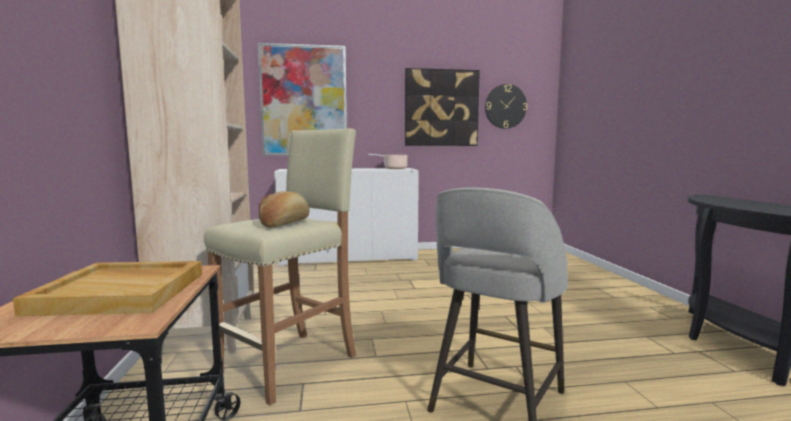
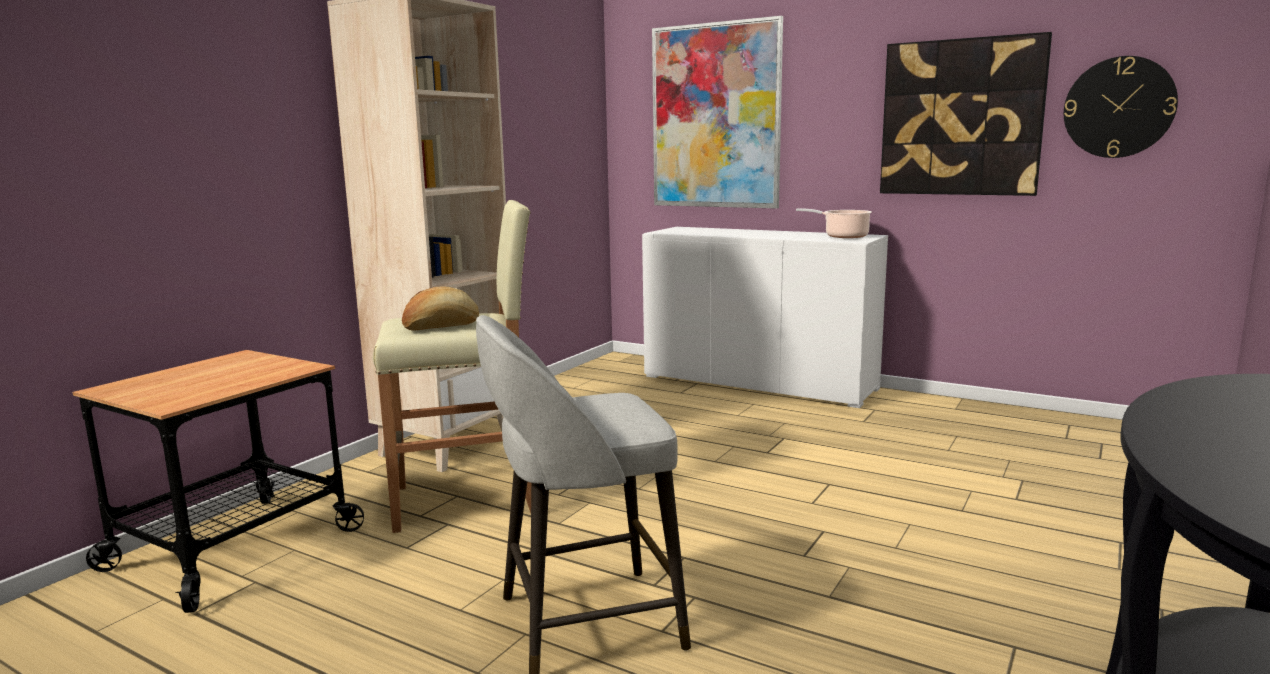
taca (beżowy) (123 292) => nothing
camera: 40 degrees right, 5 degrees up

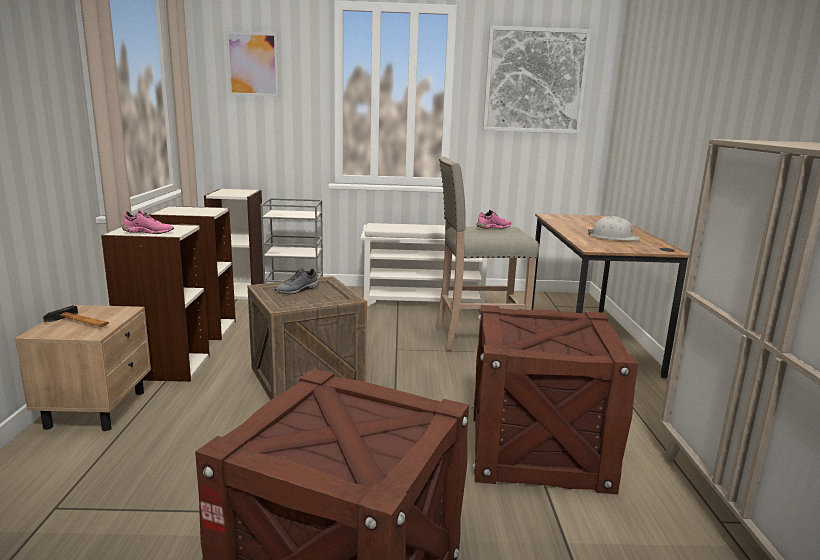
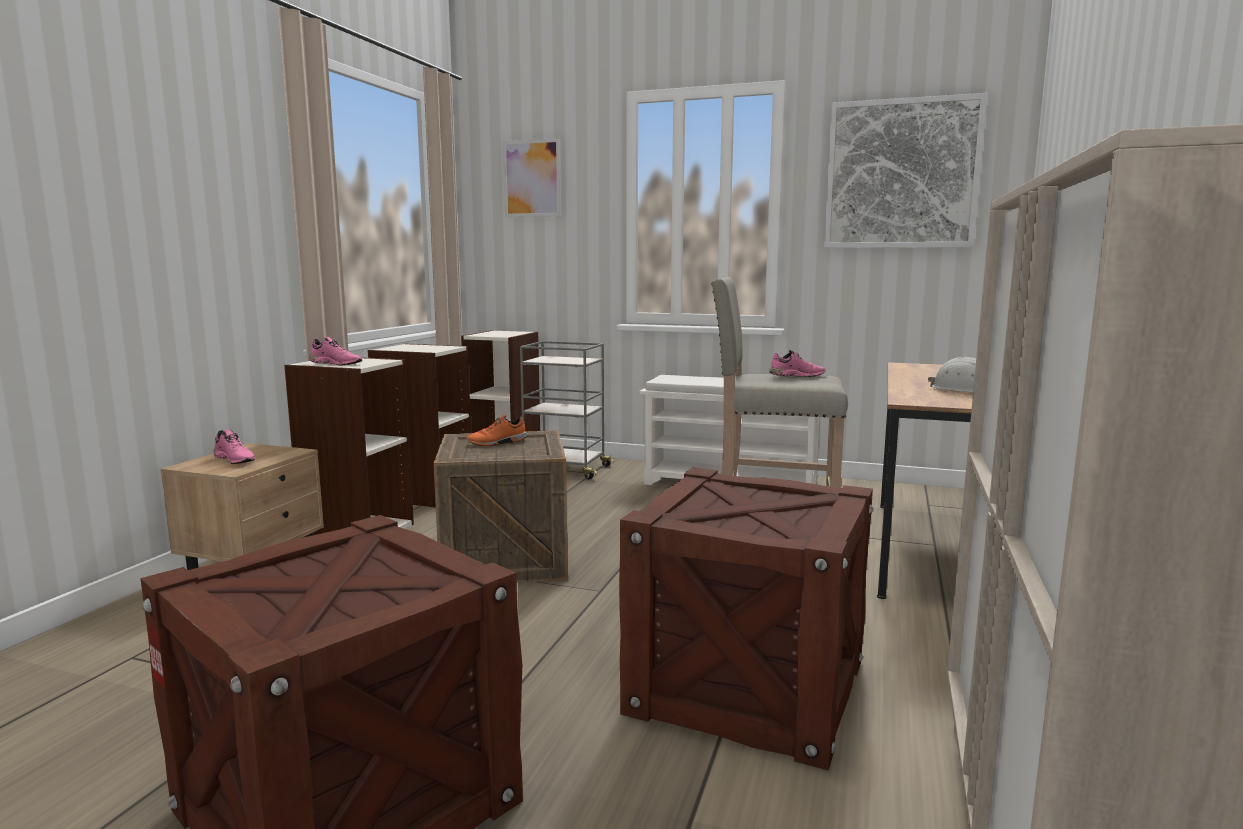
młotek (80 323) => but (różowy) (235 459)
but (szary) (297 290) => but (pomarańczowy) (497 443)
camera: 20 degrees right, 5 degrees down

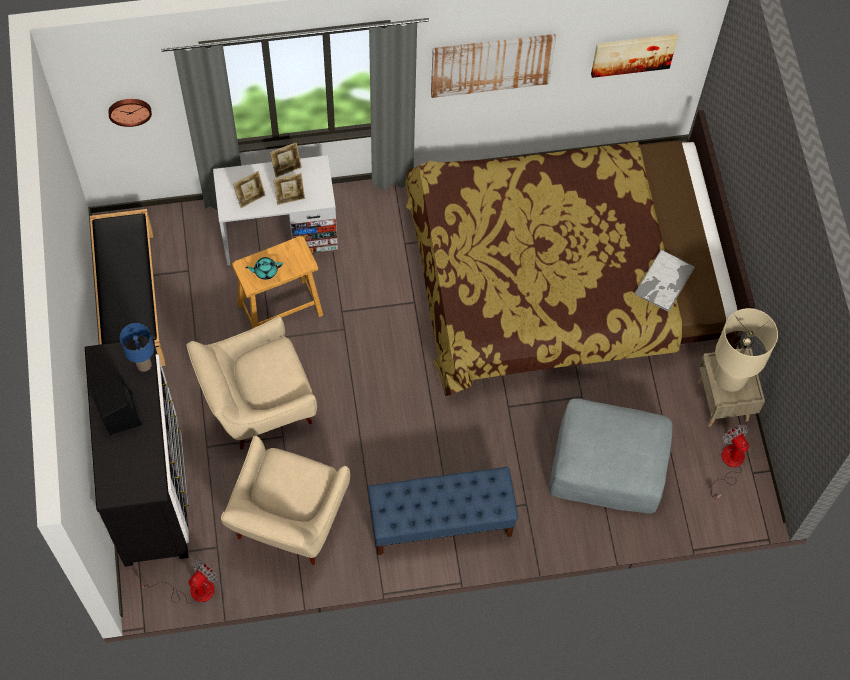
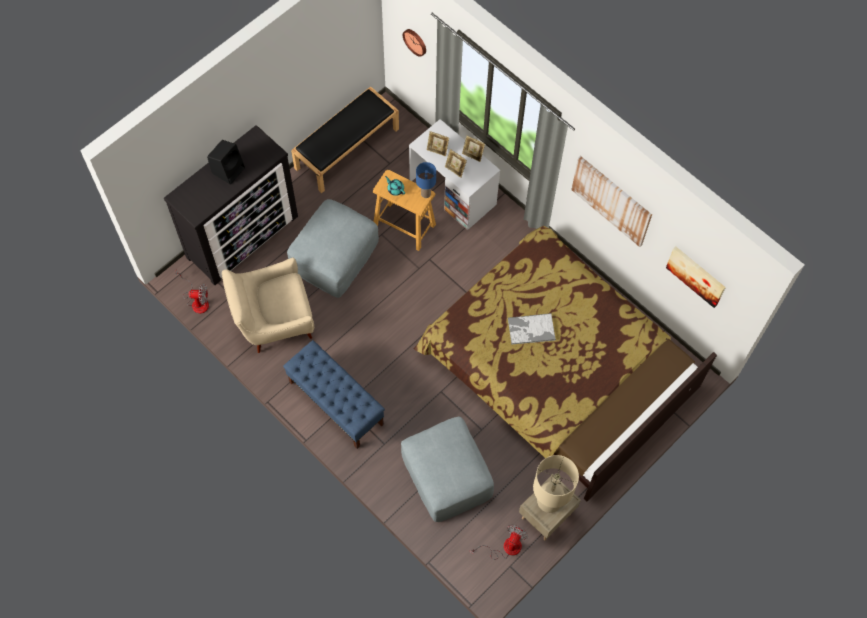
lampa stołowa (niebieski) (143 364) => lampa stołowa (niebieski) (425 193), moved
fotel (beżowy) (257 404) => pufa (szary) (334 255)
taca (664 281) => taca (531 329), moved
camera: 55 degrees right, 0 degrees up

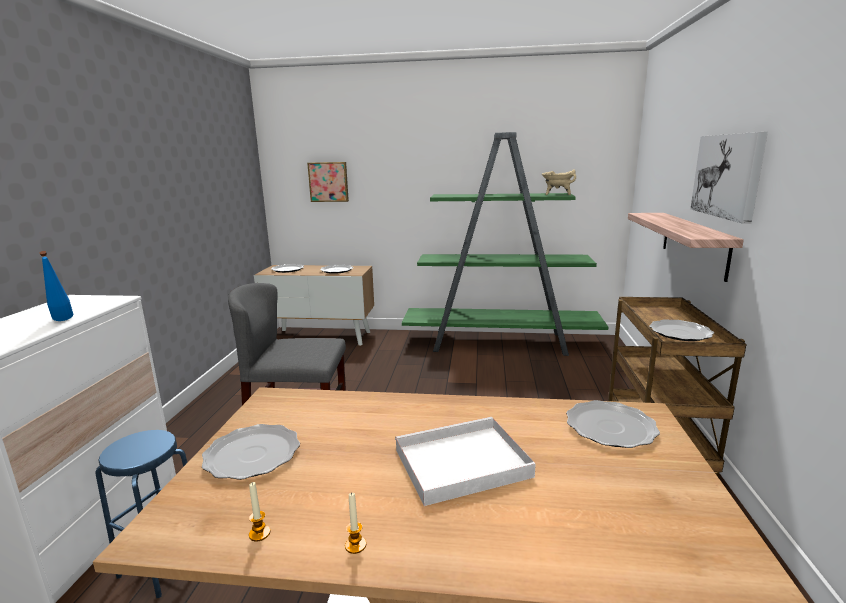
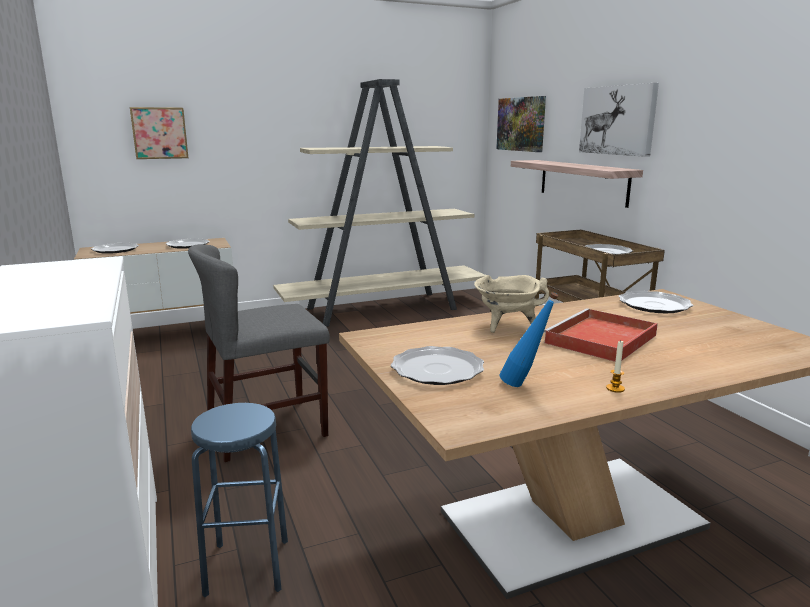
butelka (niebieski) (62 321) => butelka (niebieski) (524 386), moved
świeca (259 533) => nothing
taca (biały) (459 464) => taca (czerwony) (600 340)
regał (zielony) (501 343) => regał (beżowy) (384 309)
garnek (beżowy) (557 194) => garnek (beżowy) (507 326), moved
nothing => obraz (521 124)
camera: 30 degrees left, 0 degrees up

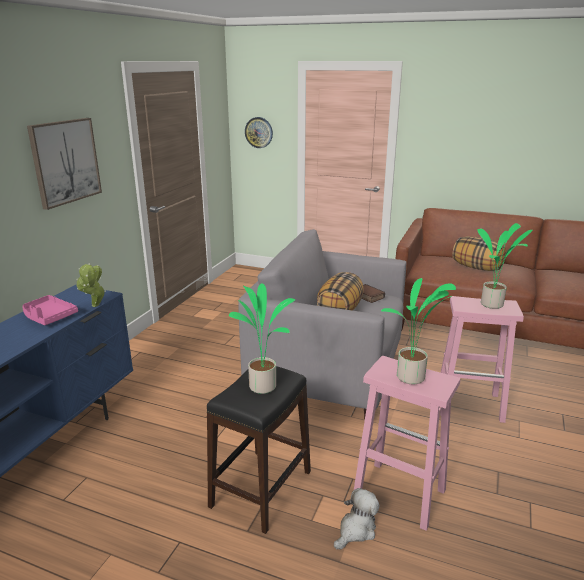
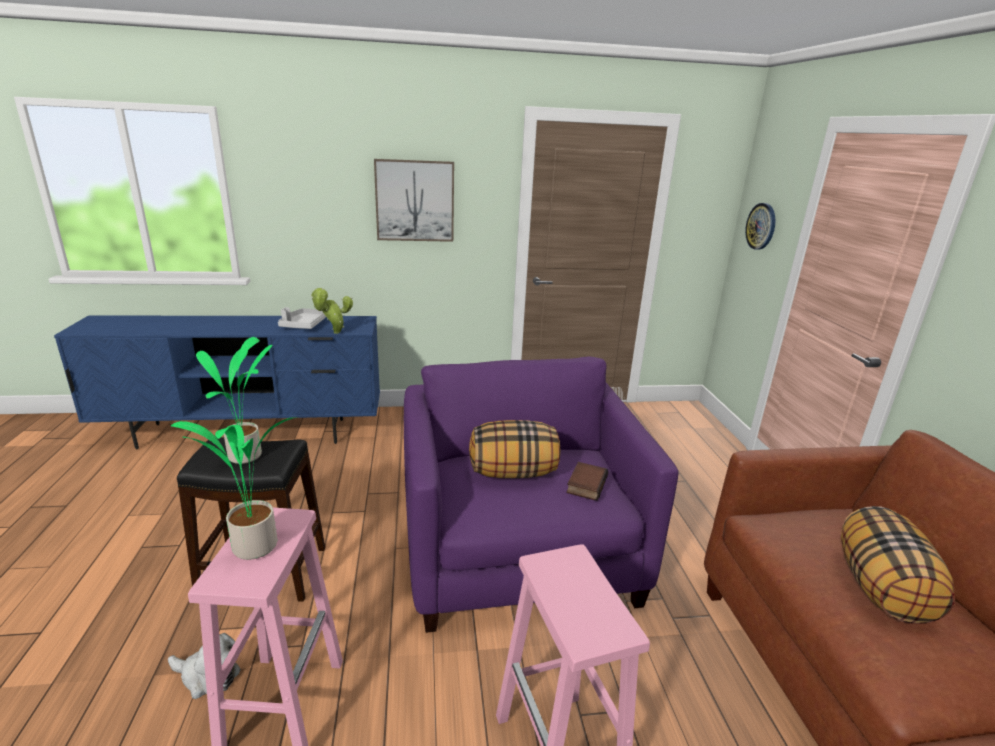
taca (różowy) (48 317) => taca (szary) (304 325)
fotel (szary) (328 372) => fotel (fioletowy) (518 553)
roślina doniczkowa (493 305) => nothing
camera: 60 degrees right, 0 degrees up

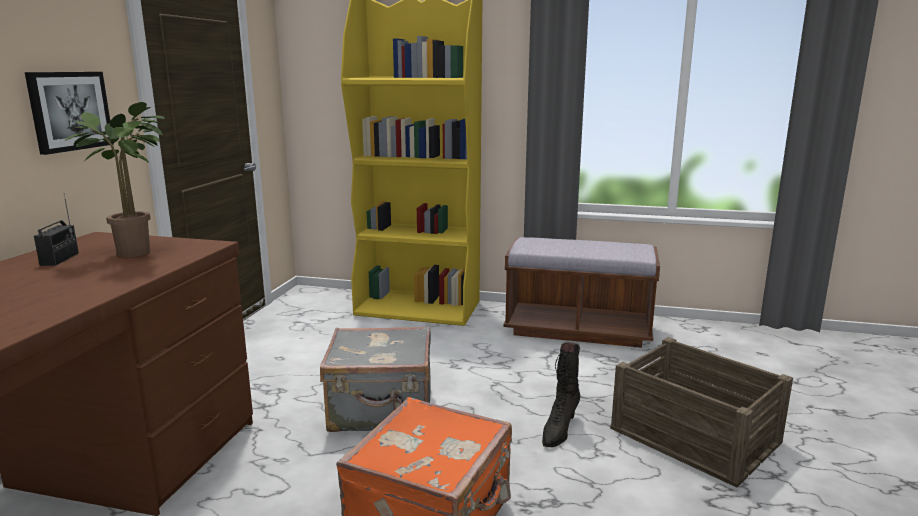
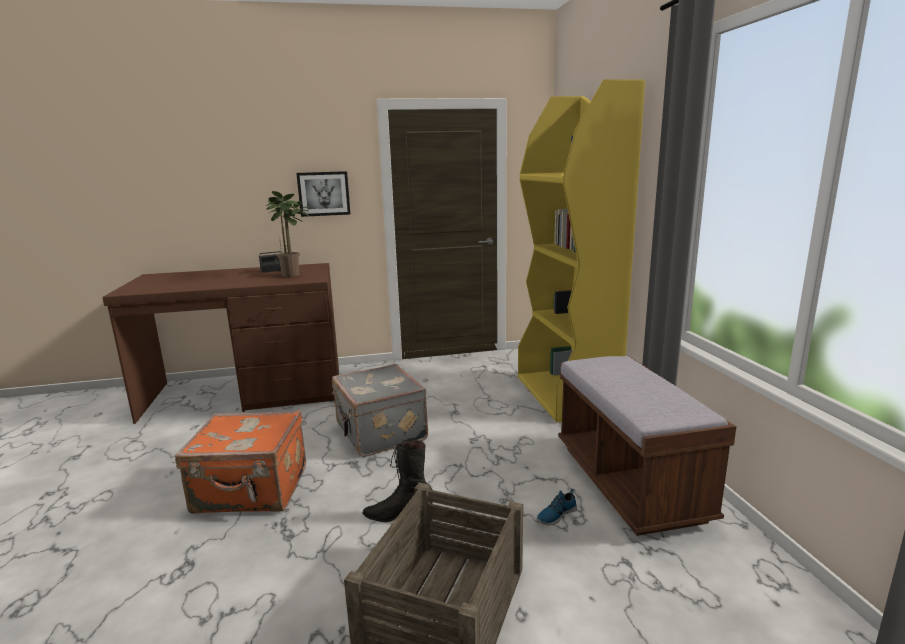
nothing => but (556 514)
camera: 65 degrees right, 0 degrees up

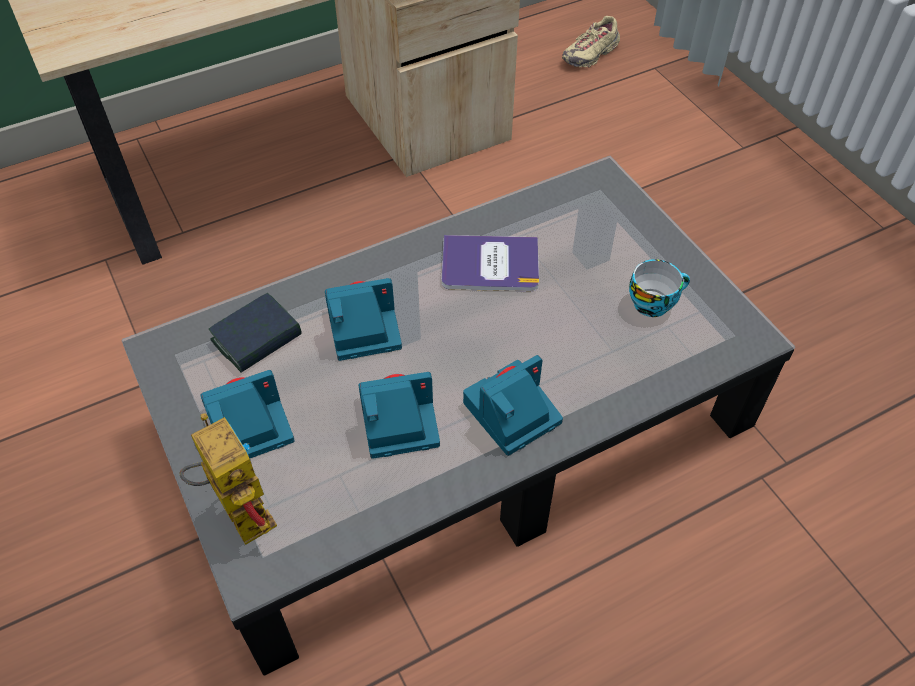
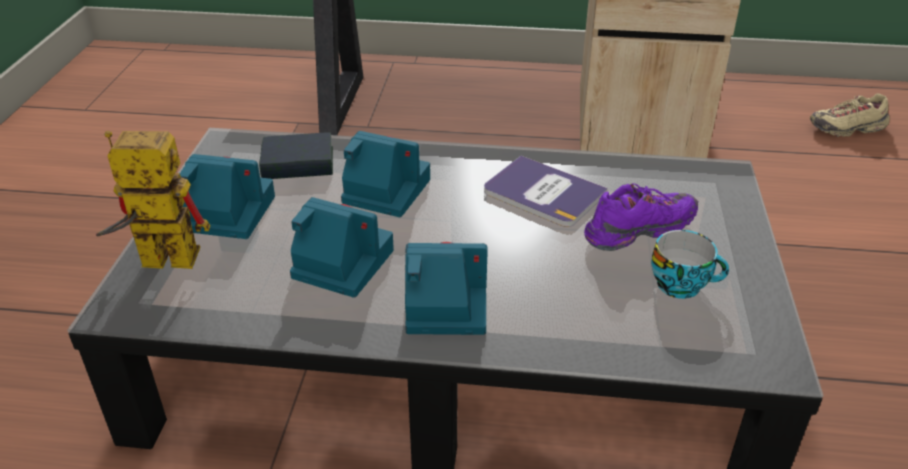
robot zabawkowy (238 509) => robot zabawkowy (157 261), 90 degrees counterclockwise
nothing => but (fioletowy) (638 232)
camera: 35 degrees right, 15 degrees down

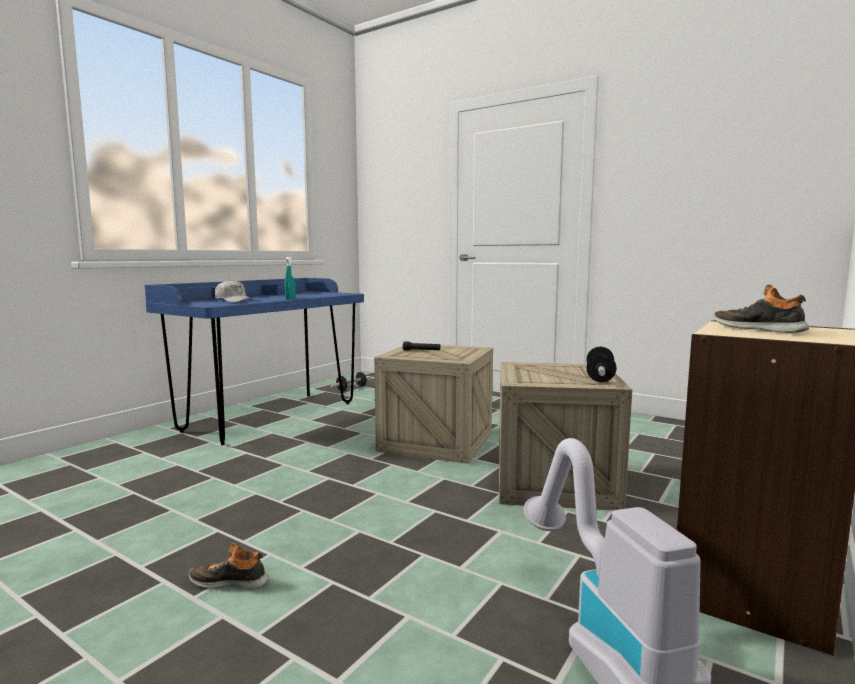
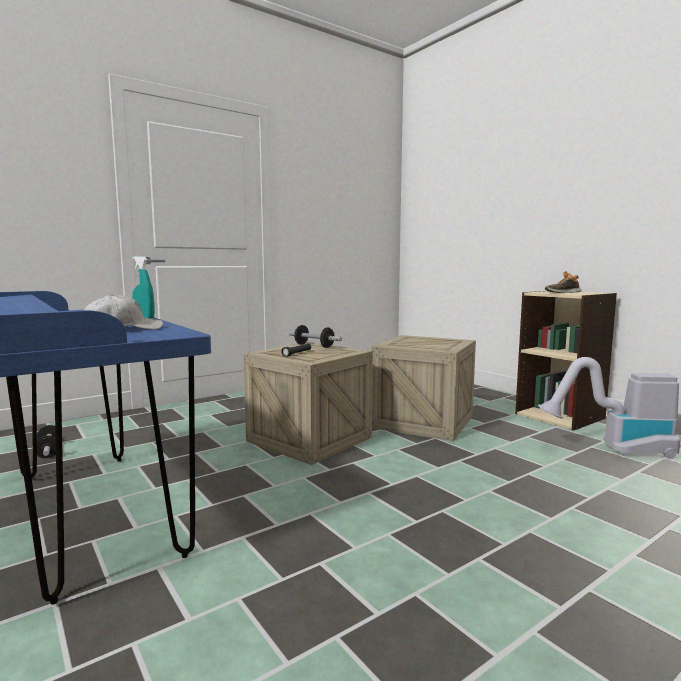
but (230 582) => nothing
hantel (600 377) => hantel (314 346), moved
camera: 70 degrees left, 0 degrees up

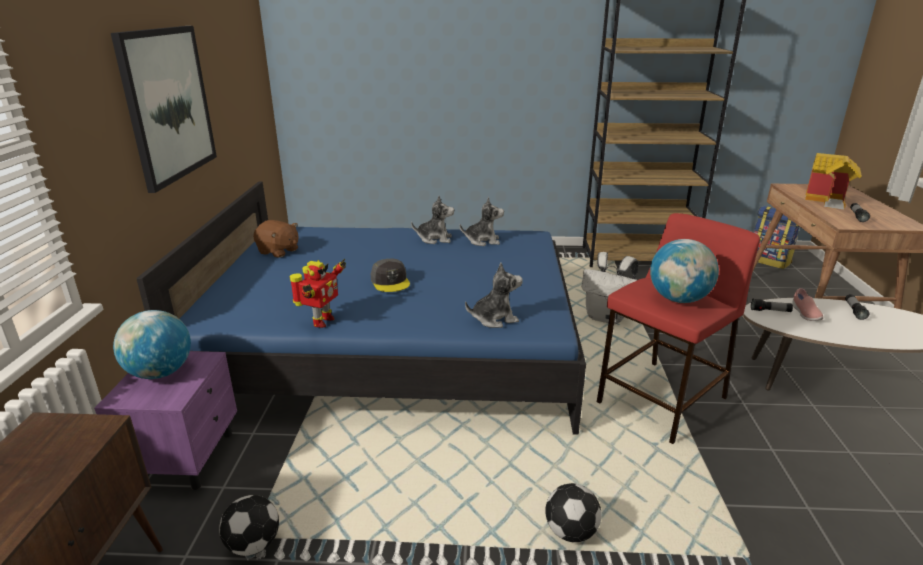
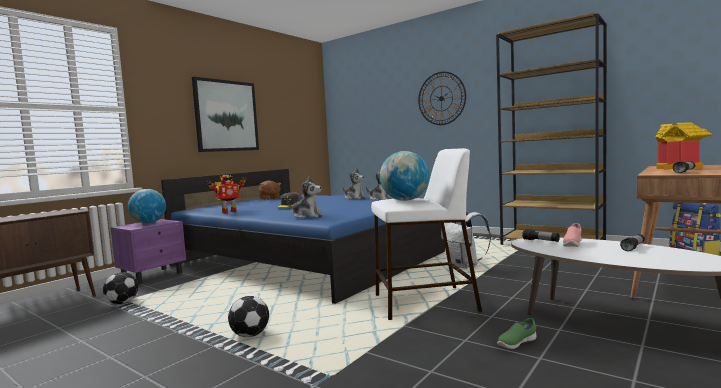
stołek (czerwony) (661 401) => stołek (biały) (423 303)
nothing => zegar ścienny (441 98)
nothing => but (zielony) (516 343)
camera: 35 degrees right, 20 degrees down

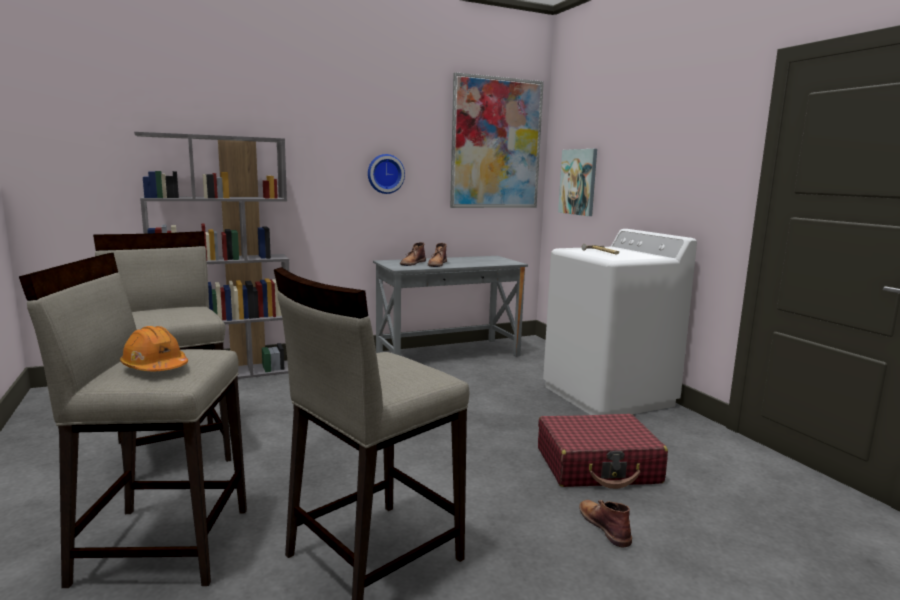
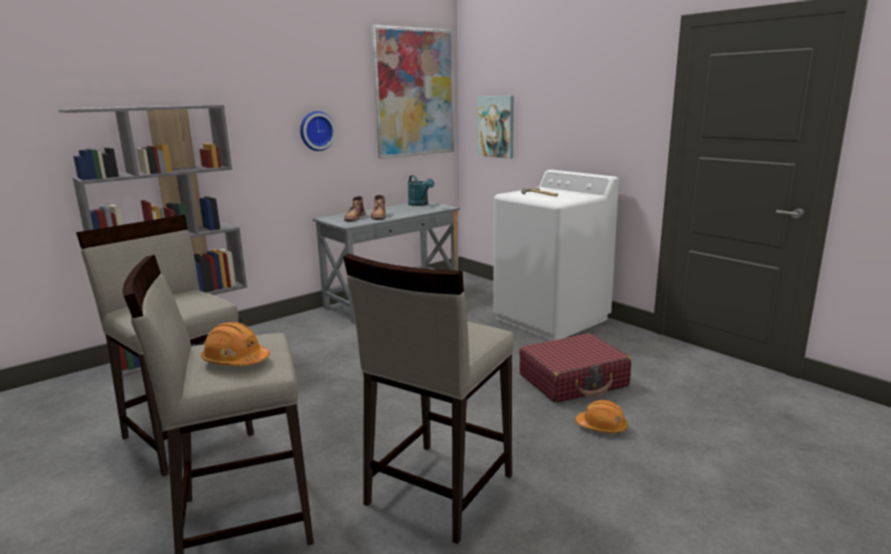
but z cholewką (brązowy) (604 525) => kask (pomarańczowy) (602 427)
nothing => konewka (turkusowy) (420 204)
camera: 15 degrees left, 5 degrees up

